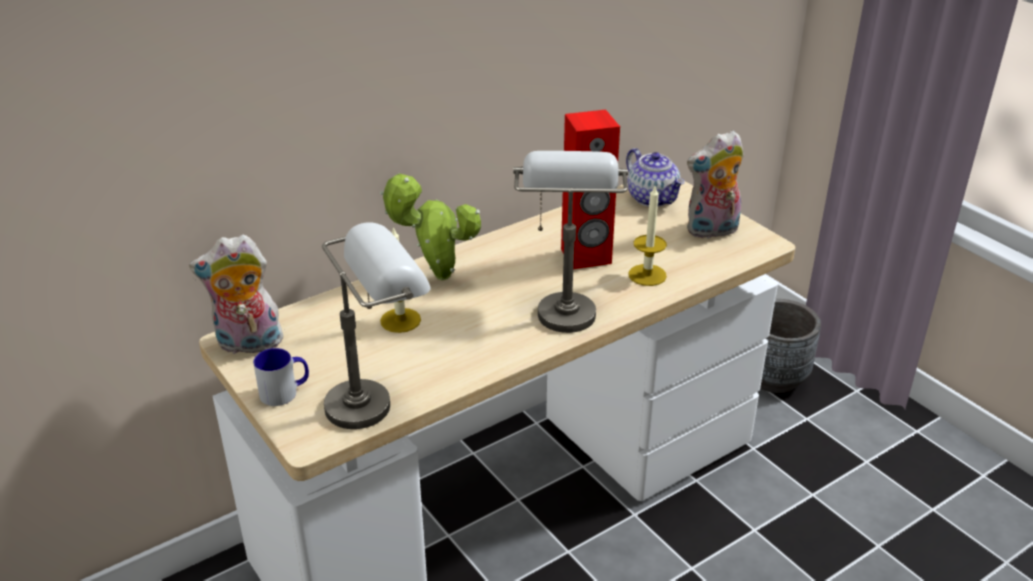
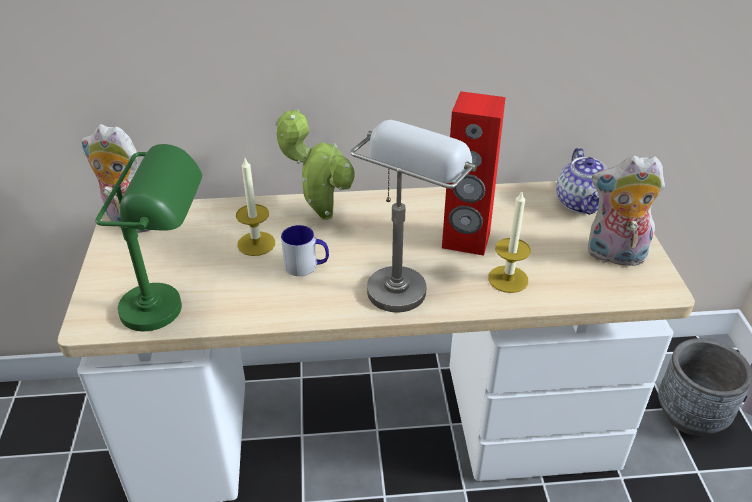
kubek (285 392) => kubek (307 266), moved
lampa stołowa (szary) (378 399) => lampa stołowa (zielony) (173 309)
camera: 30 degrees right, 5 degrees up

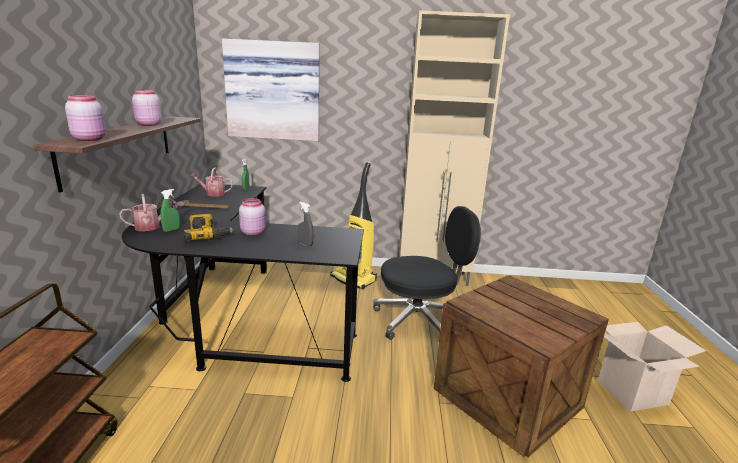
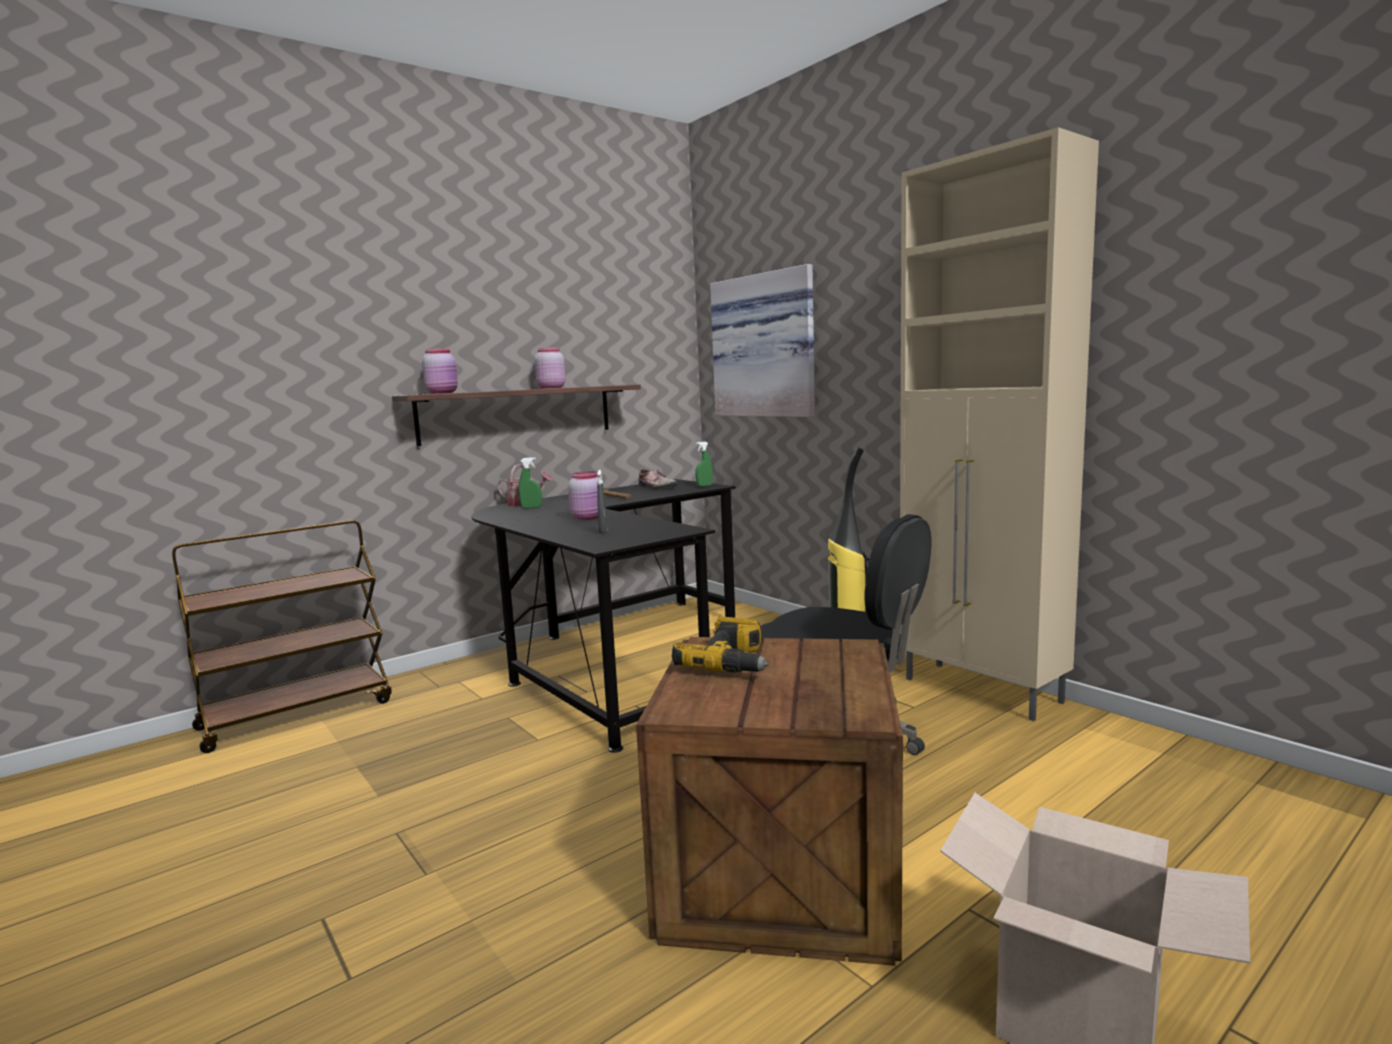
wiertarka (208 235) => wiertarka (732 663), moved
konewka (212 193) => but (655 487)
camera: 50 degrees right, 10 degrees down

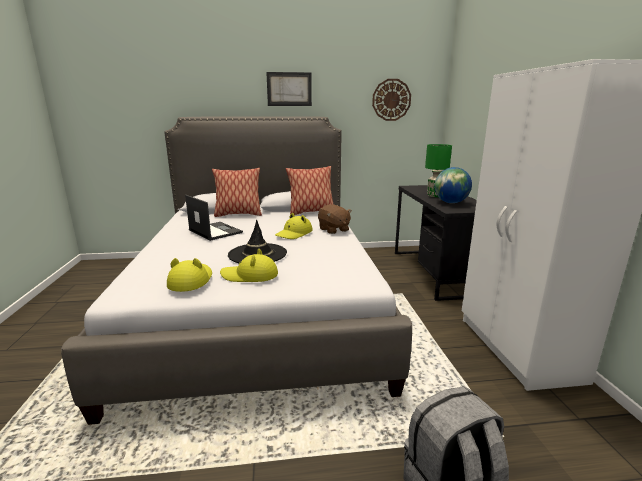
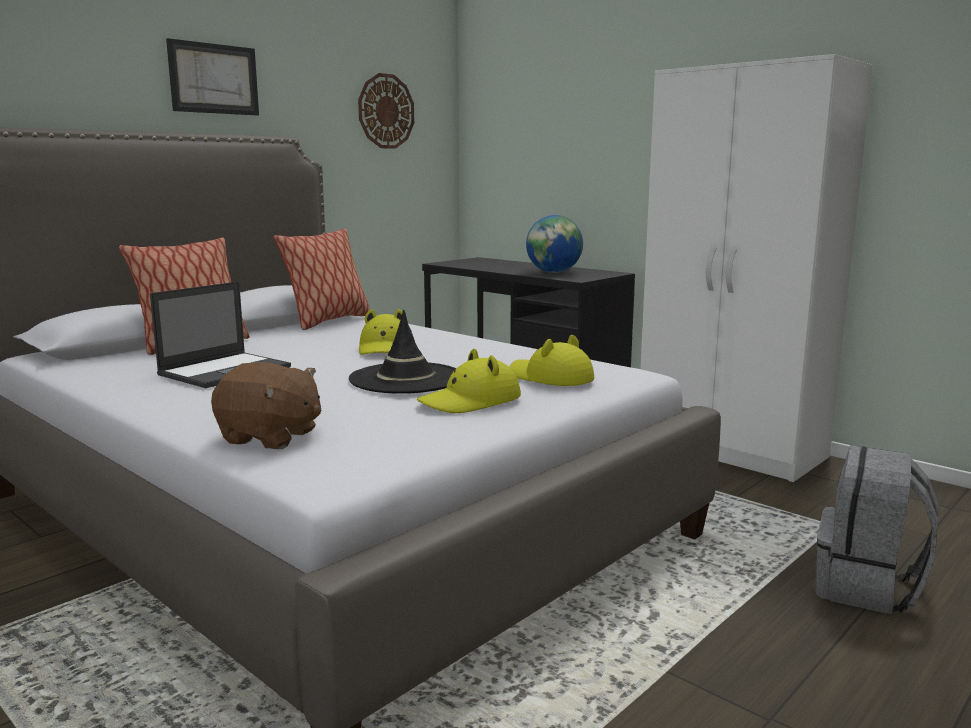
kapelusz (żółty) (191 280) => kapelusz (żółty) (550 378), moved
laptop (214 231) => laptop (226 370), 120 degrees clockwise
pluszak (brązowy) (333 230) => pluszak (brązowy) (270 437), moved
lampa stołowa (zielony) (434 195) => nothing
camera: 40 degrees left, 5 degrees down

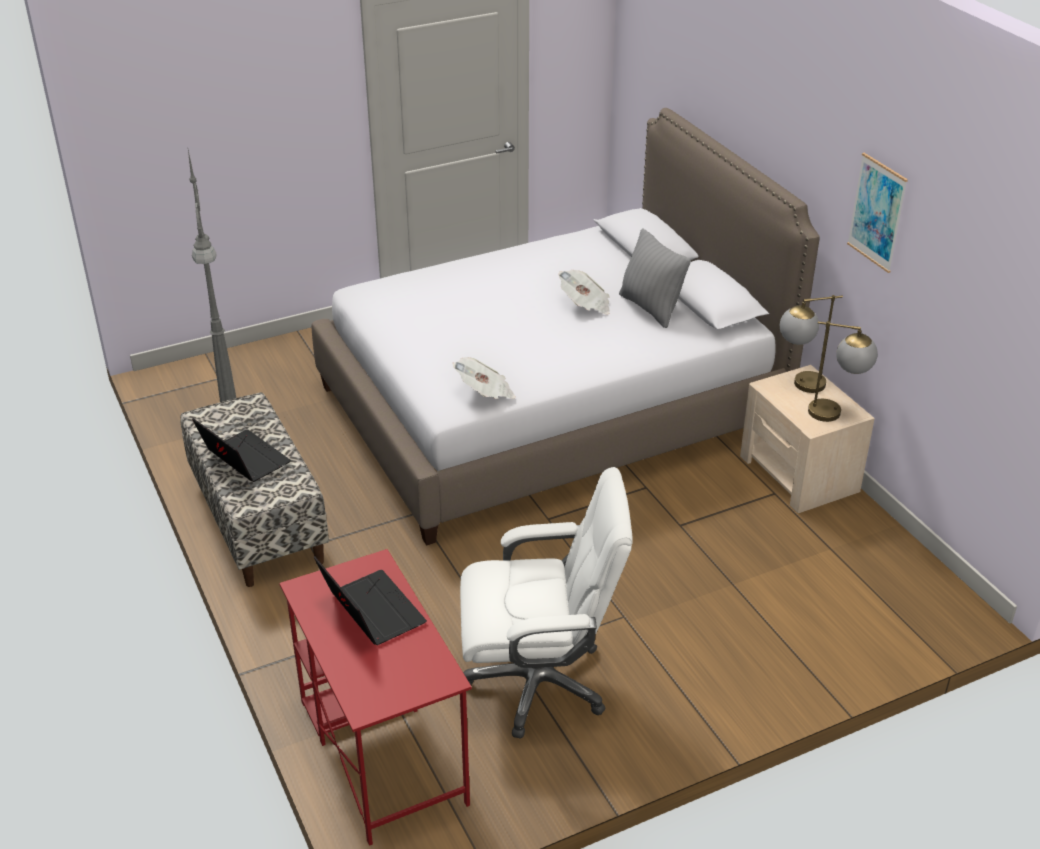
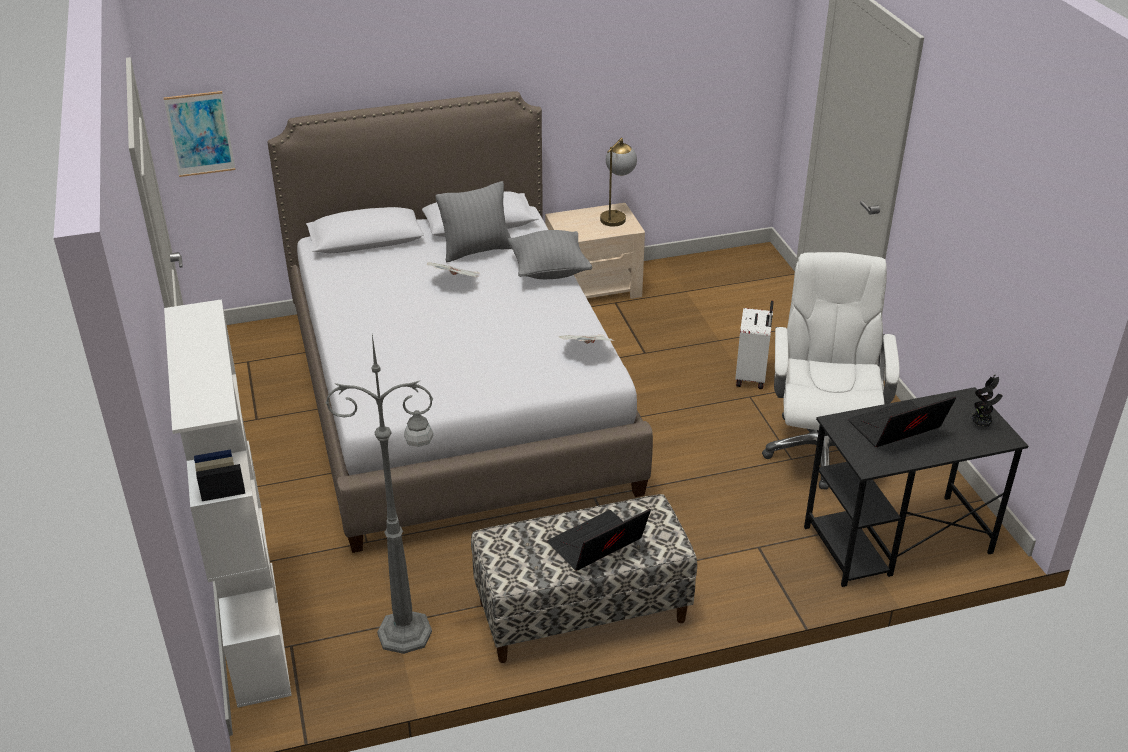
biurko (czerwony) (381 750) => biurko (czarny) (896 540)
lampa stołowa (798 385) => nothing
obraz (877 212) => obraz (200 134), moved
nothing => regał (biały) (254 631)
nothing => poduszka (szary) (549 271)
nothing => walizka (biały) (752 377)
nothing => roślina doniczkowa (981 425)
camera: 80 degrees left, 0 degrees up

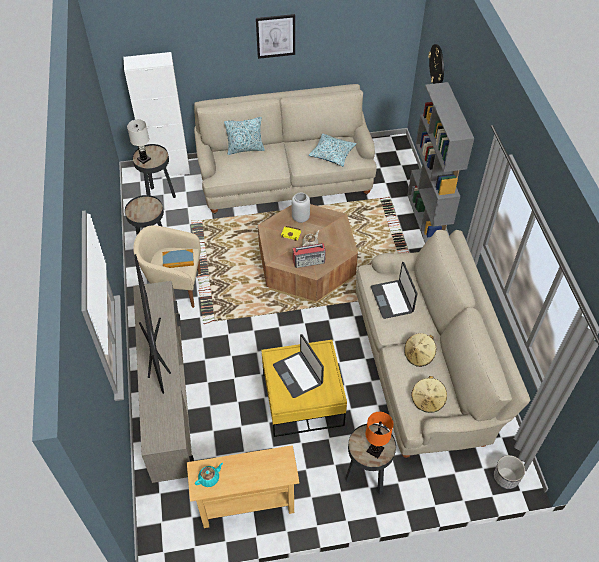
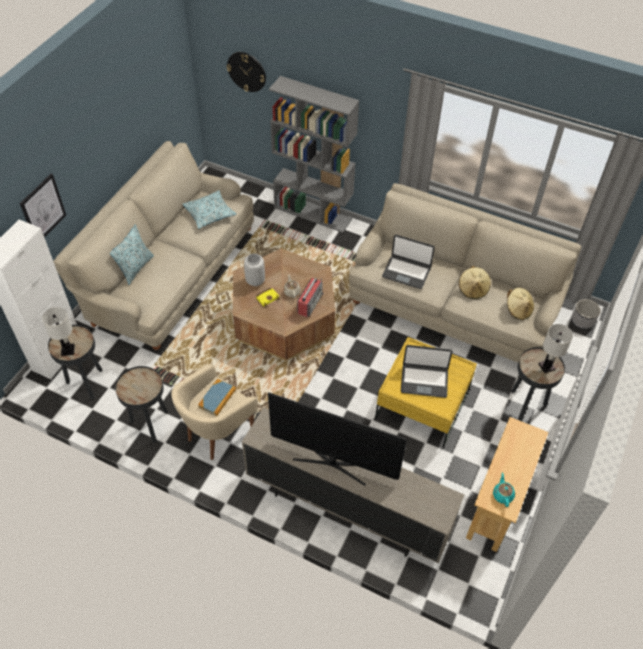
obraz (275 36) => obraz (43 209), moved
lampa stołowa (pomarańczowy) (375 449) => lampa stołowa (biały) (546 366)
camera: 55 degrees left, 0 degrees up

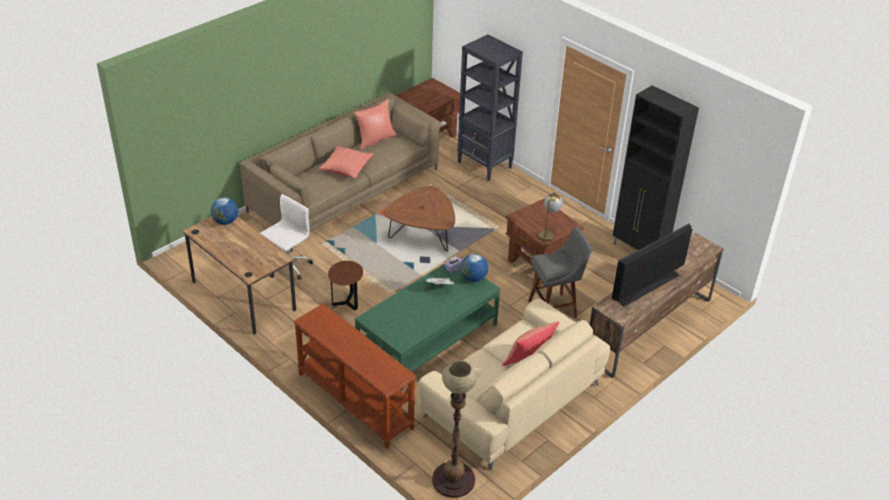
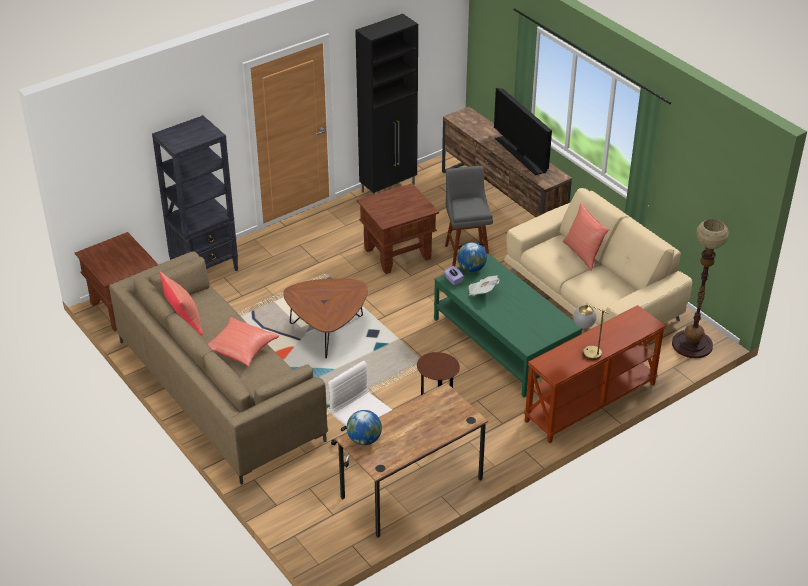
lampa stołowa (548 233) => lampa stołowa (585 351), moved
camera: 80 degrees left, 0 degrees up

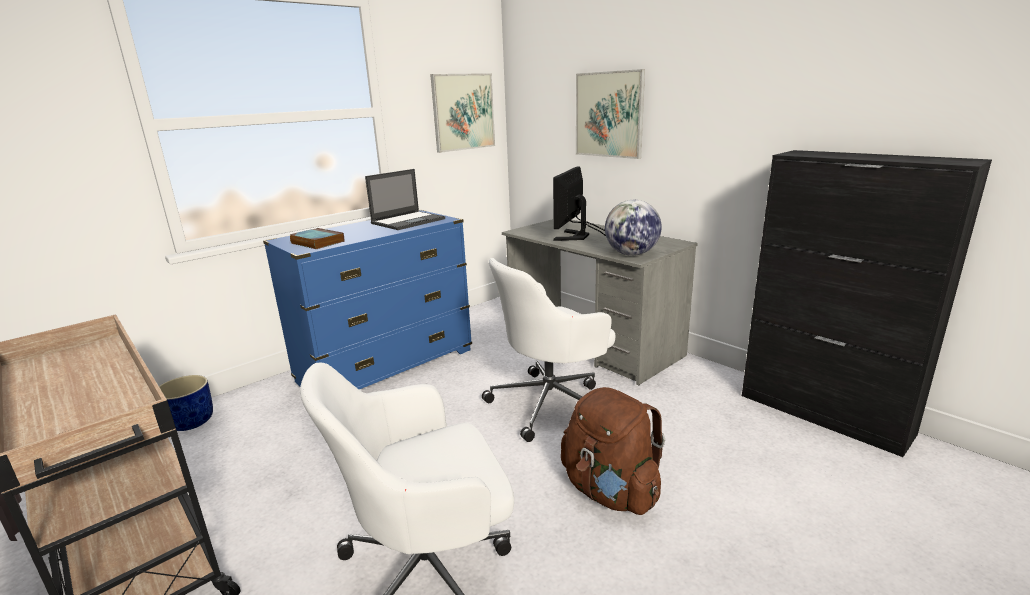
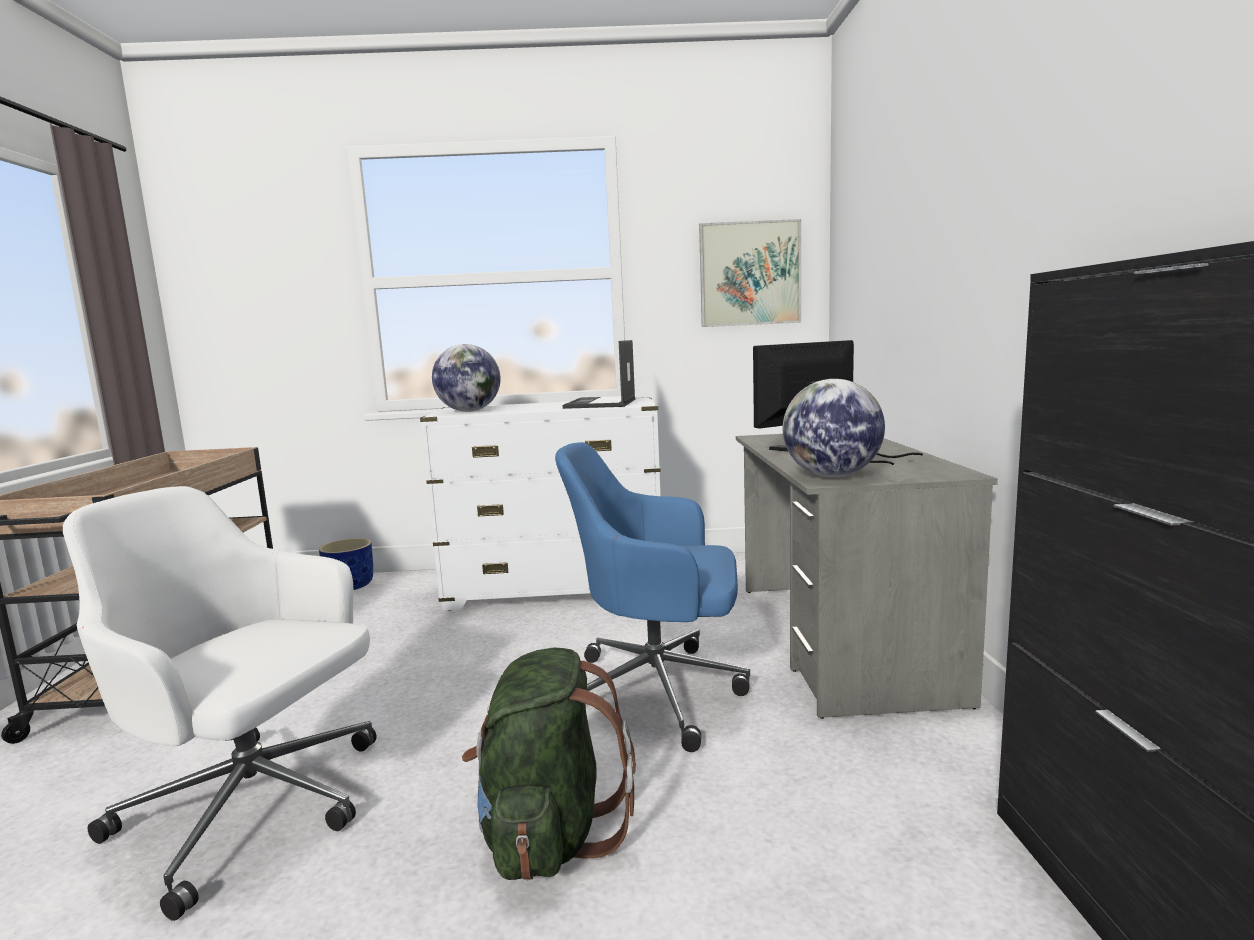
komoda (niebieski) (387 366) => komoda (biały) (556 589)
książka (316 242) => globus (469 411)
laptop (409 221) => laptop (601 403), 105 degrees clockwise
krzesło biurowe (biały) (551 403) => krzesło biurowe (niebieski) (659 692)
plecak (brązowy) (610 491) => plecak (zielony) (549 833)
obraz (609 114) => nothing
camera: 40 degrees right, 10 degrees down

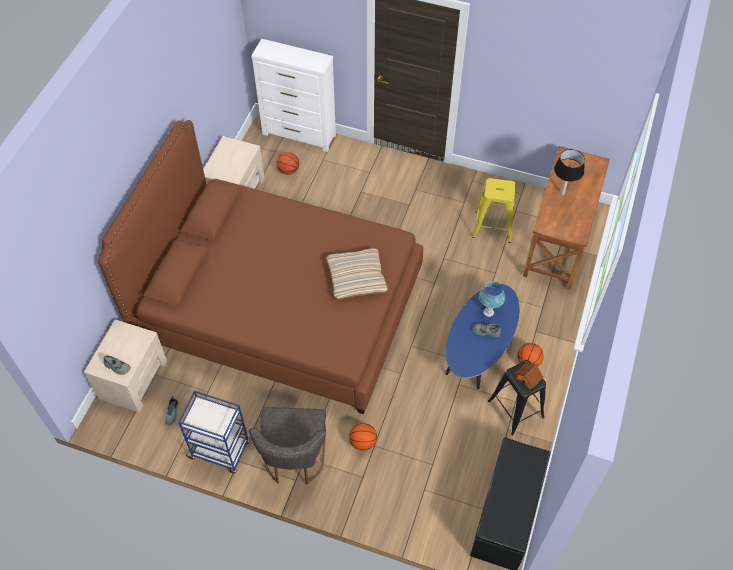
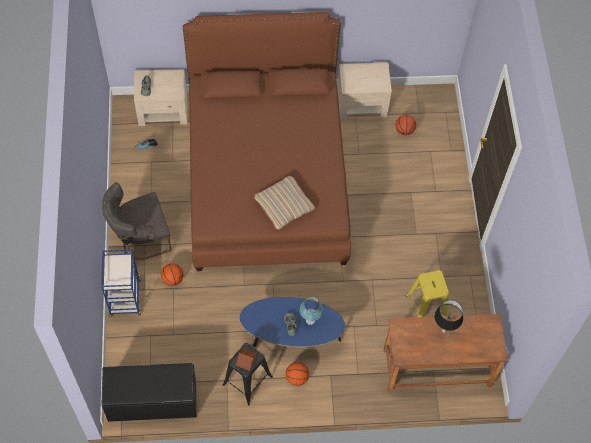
wózek (niebieski) (220 450) => wózek (niebieski) (125 298), moved
komoda (biały) (299 135) => nothing
camera: 65 degrees right, 5 degrees up

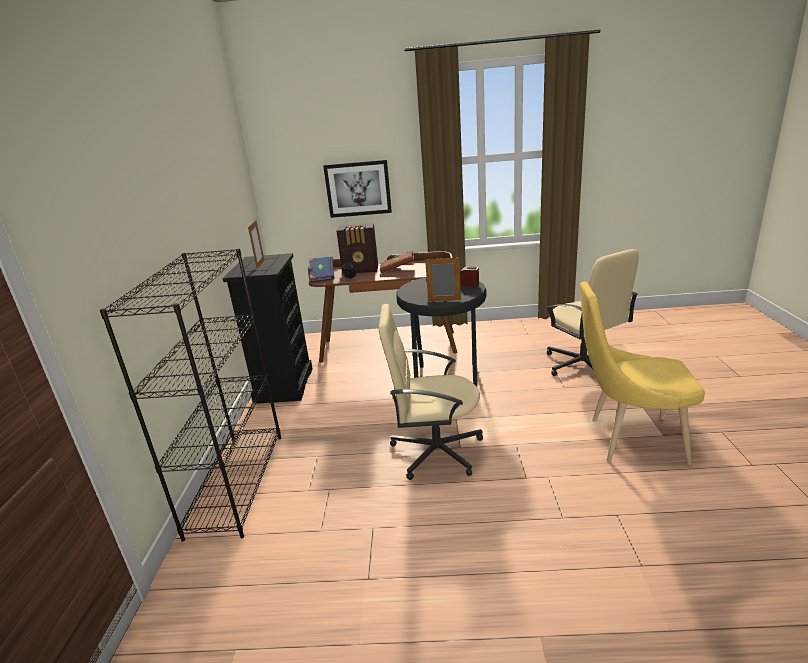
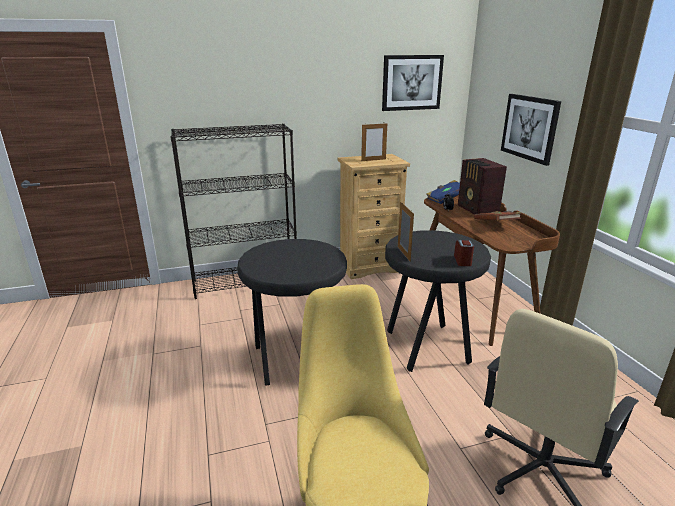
komoda (czarny) (284 385) => komoda (beżowy) (369 266)
krzesło biurowe (beżowy) (435 451) => stołek (czarny) (297 360)
nothing => obraz (412 82)
camera: 70 degrees right, 0 degrees up

